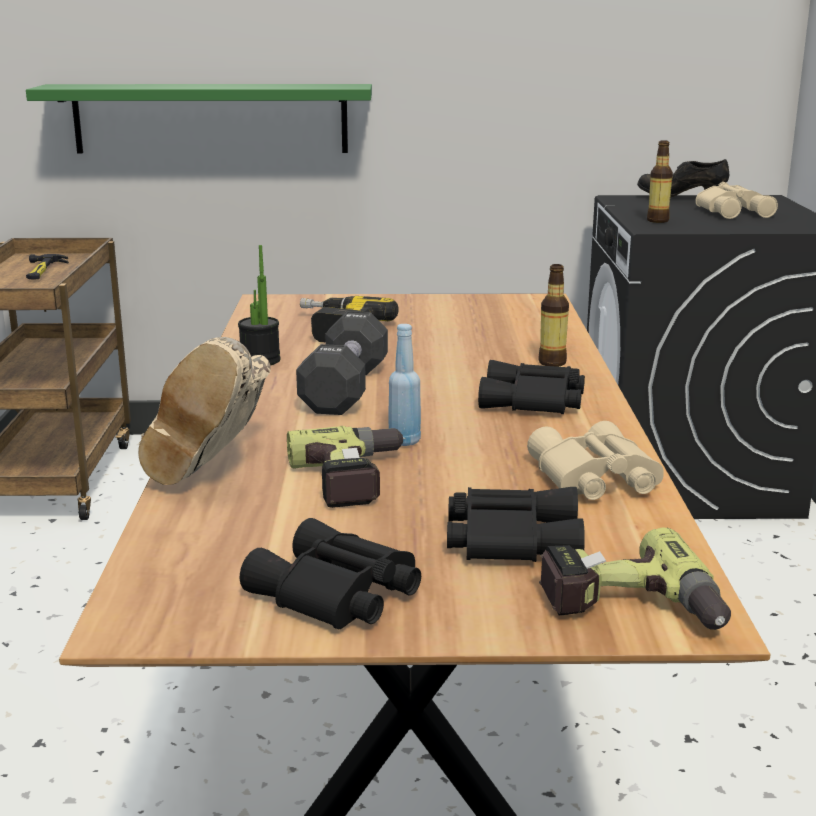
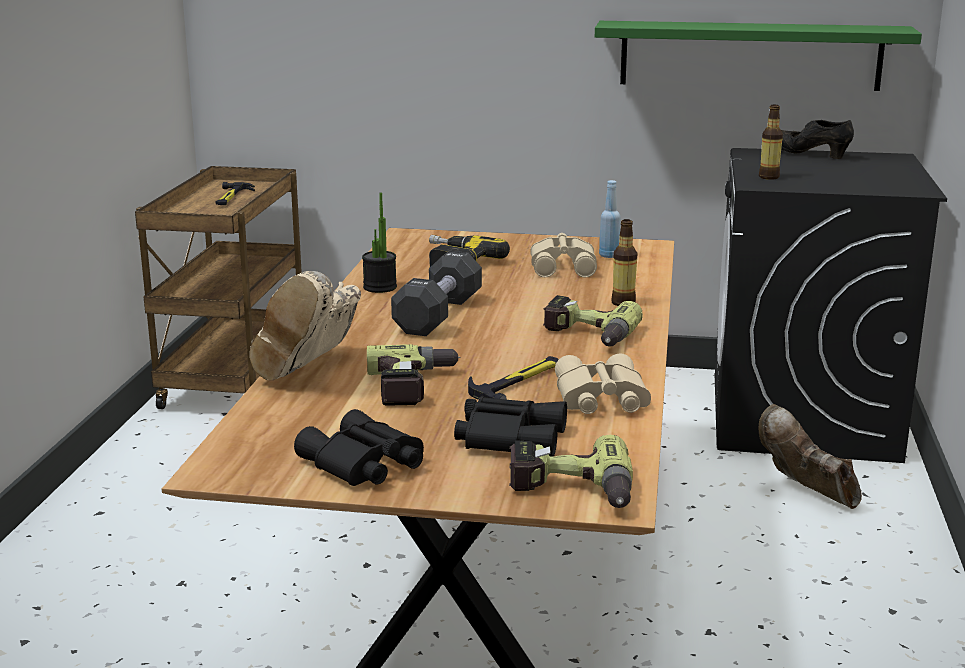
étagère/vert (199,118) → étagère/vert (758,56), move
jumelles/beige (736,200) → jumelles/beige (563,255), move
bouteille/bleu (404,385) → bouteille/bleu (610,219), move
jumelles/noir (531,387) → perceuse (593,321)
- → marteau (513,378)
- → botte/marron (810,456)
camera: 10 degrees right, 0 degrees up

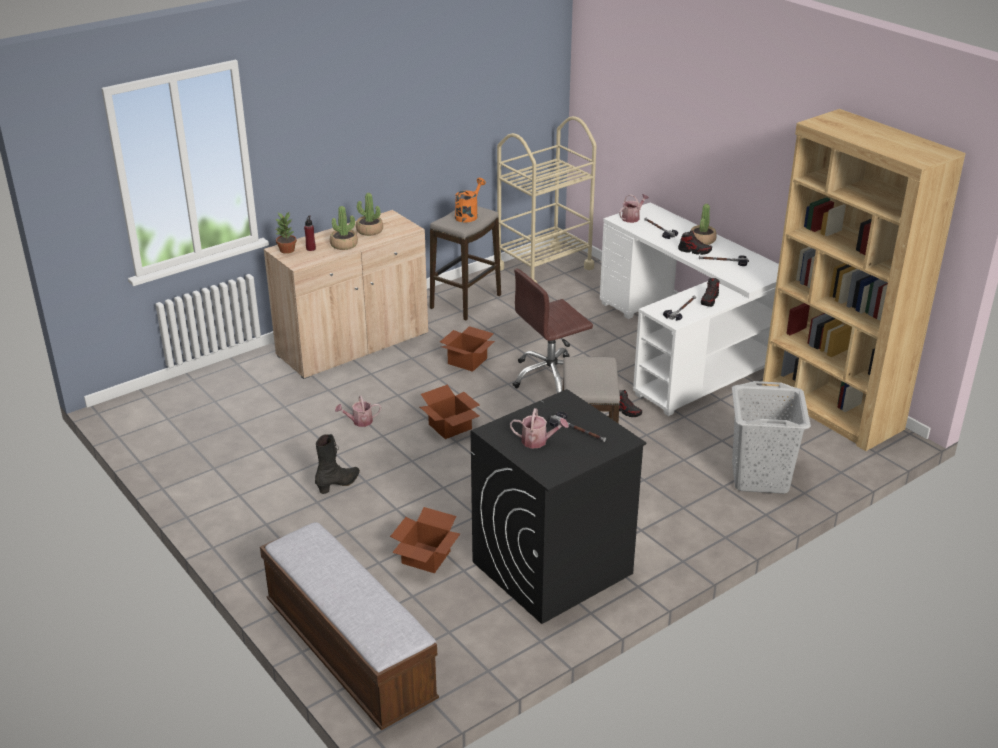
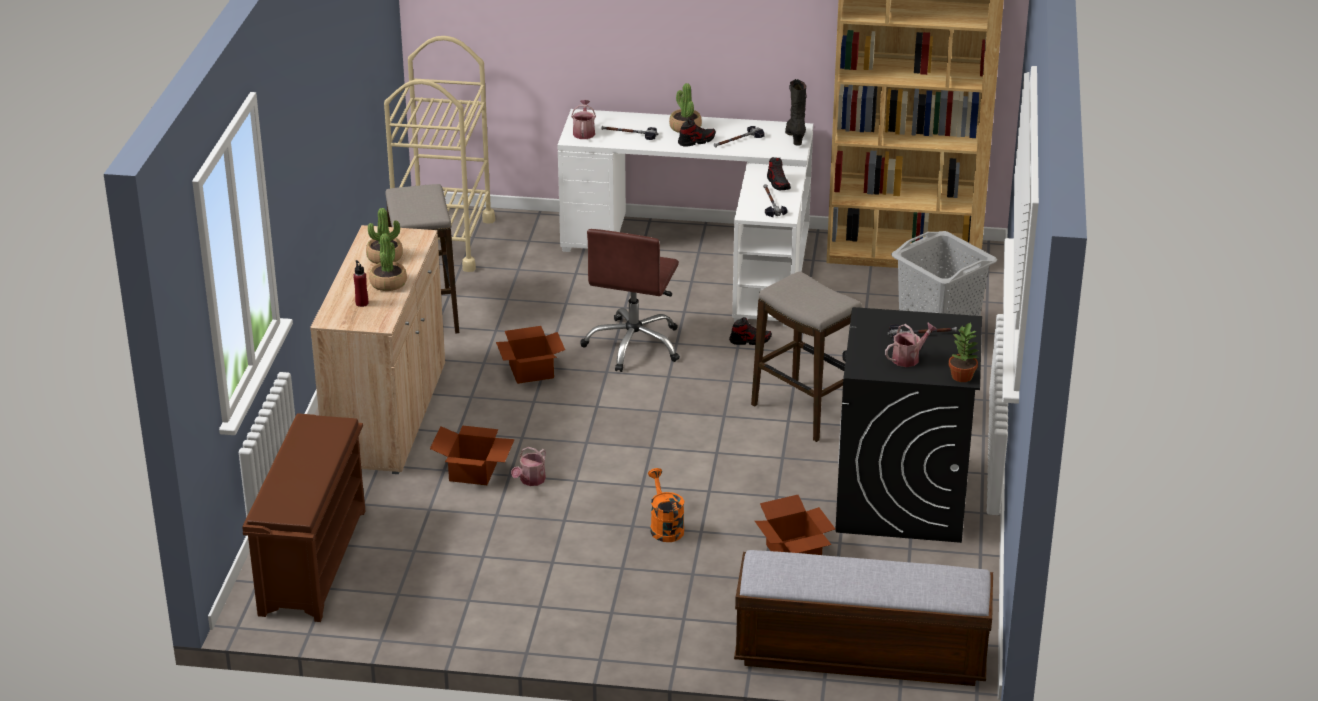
arrosoir/orange (470,200) → arrosoir/orange (666,505), move
plante en pot (286,233) → plante en pot (963,352), move
carton (450,412) → carton (472,455), move
botte/noir (337,464) → botte/noir (796,112), move
- → étagère à chaussures/marron (303,517)
camera: 45 degrees left, 0 degrees up

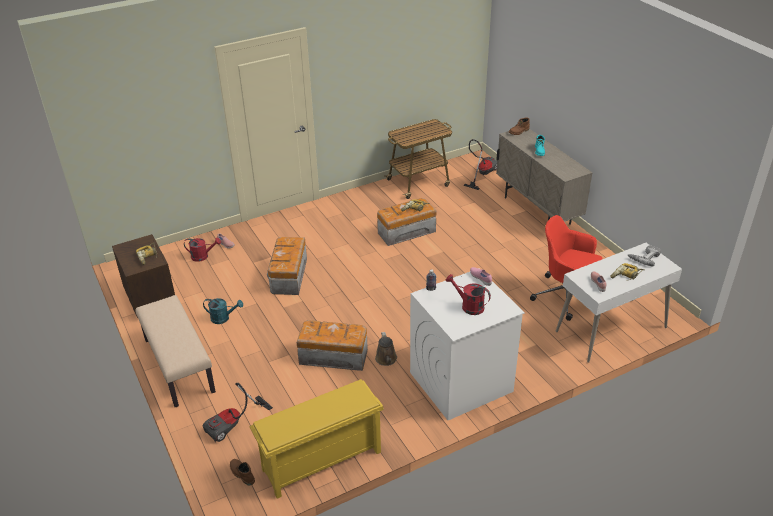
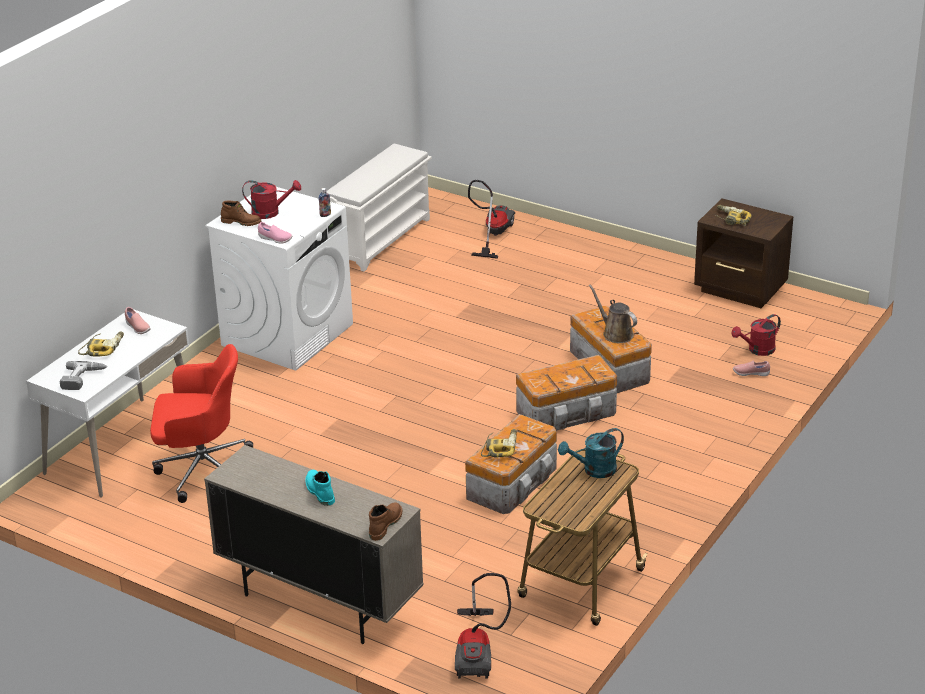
banc/beige (175,351) → -
arrosoir/turquoise (223,311) → arrosoir/turquoise (591,453), move
boîte de rangement (332,345) → boîte de rangement (566,393), move
arrosoir/marron (386,349) → arrosoir/marron (613,314), move
étagère à chaussures/jaune (317,439) → étagère à chaussures/blanc (379,208)
botte/marron (242,472) → botte/marron (241,213), move
camera: 150 degrees right, 5 degrees down

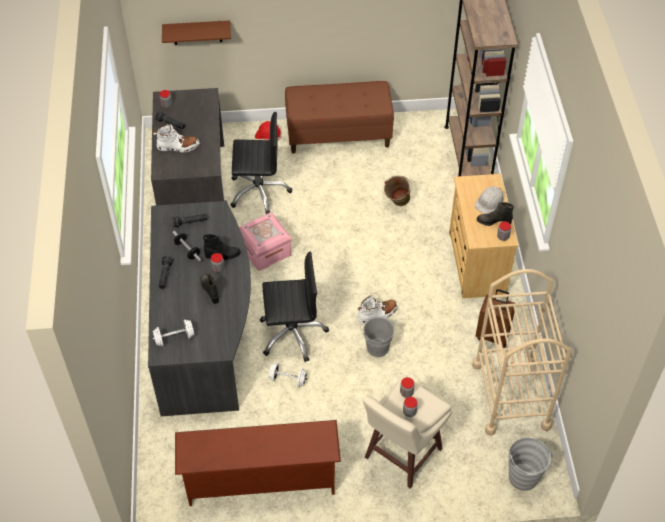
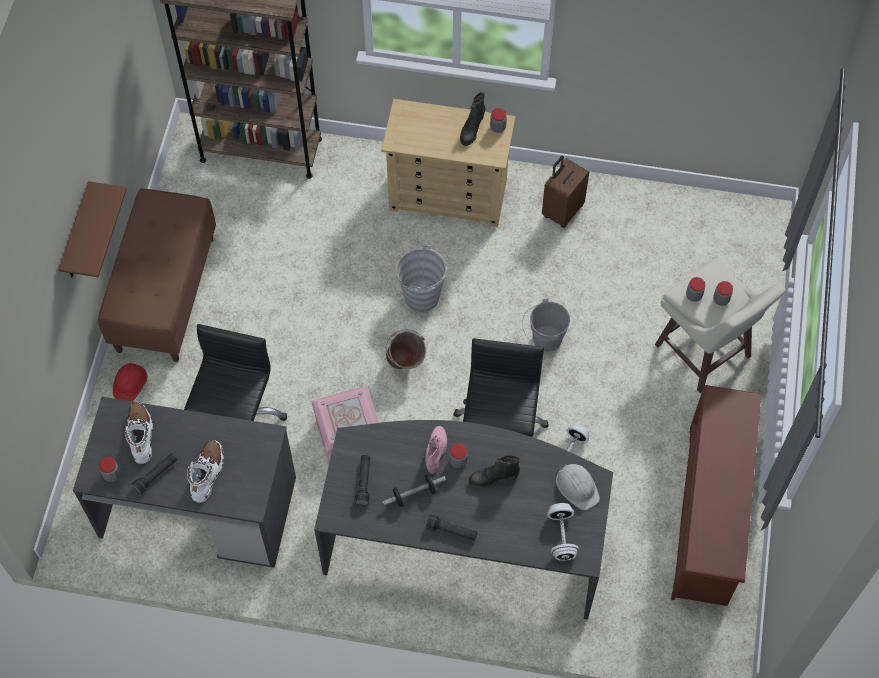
étagère/marron (196,32) → étagère/marron (92,229), move
seau/vert (398,191) → seau/vert (406,349), move
casque de chantier/blanc (489,200) → casque de chantier/blanc (578,487), move
botte/noir (221,247) → botte/rose (436,450)
chariot/beige (522,352) → -
botte/blanc (377,310) → botte/blanc (138,433), move
seau/gris (530,464) → seau/gris (422,279), move
camera: 75 degrees left, 10 degrees up

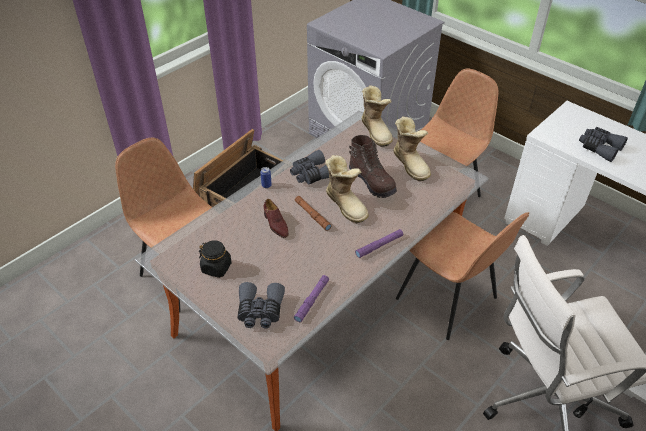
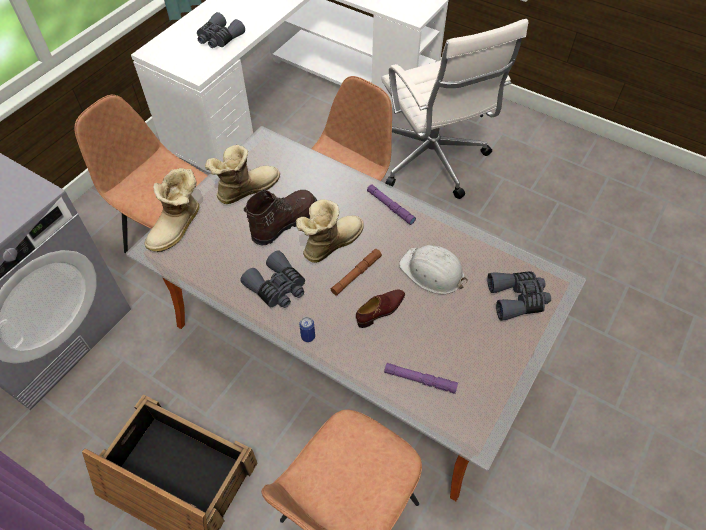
botte (377,116) → botte (171,210), 150 degrees clockwise
bocal/noir (215,259) → -
lampe de poche/violet (311,298) → lampe de poche/violet (421,378), move
- → casque de chantier/blanc (433,269)
camera: 100 degrees left, 10 degrees up

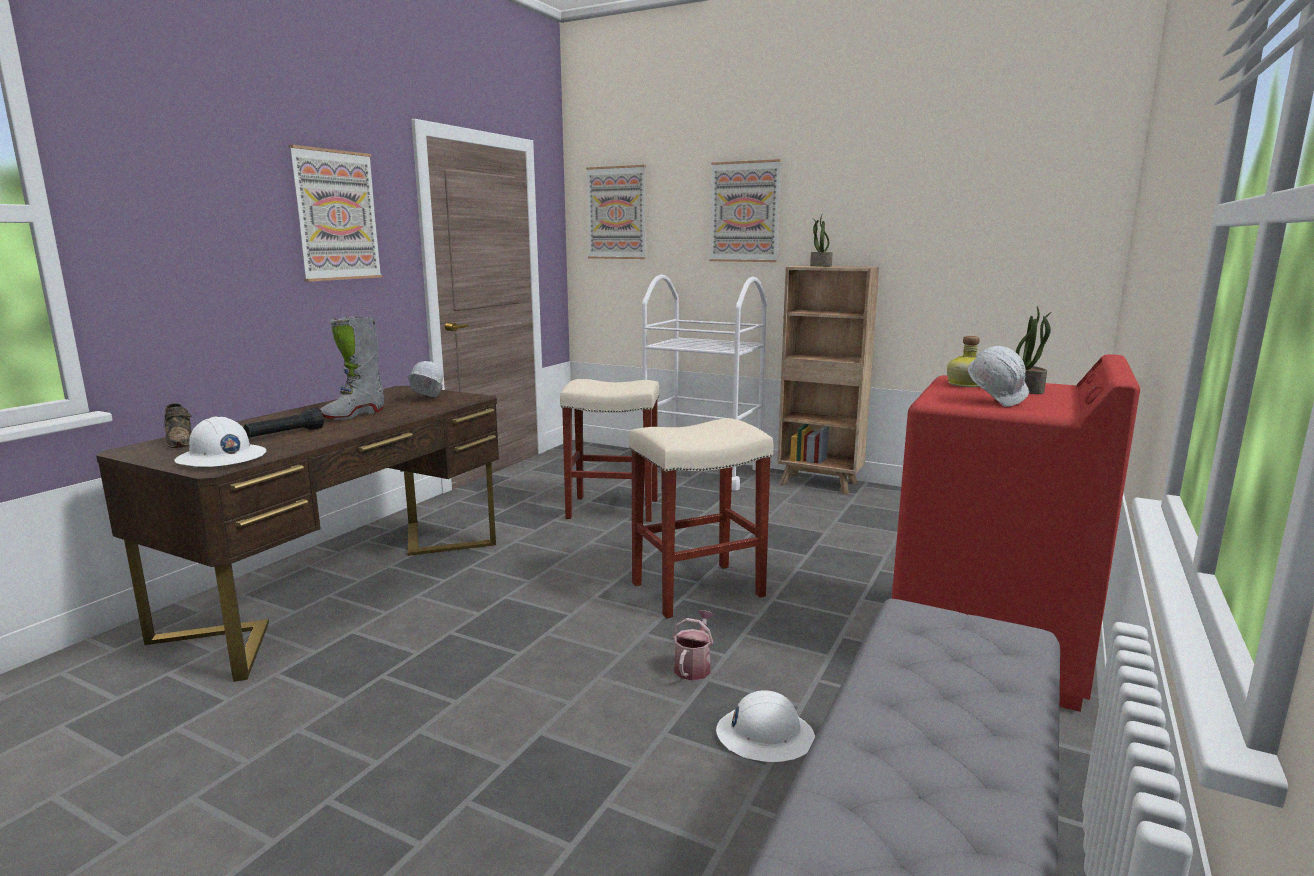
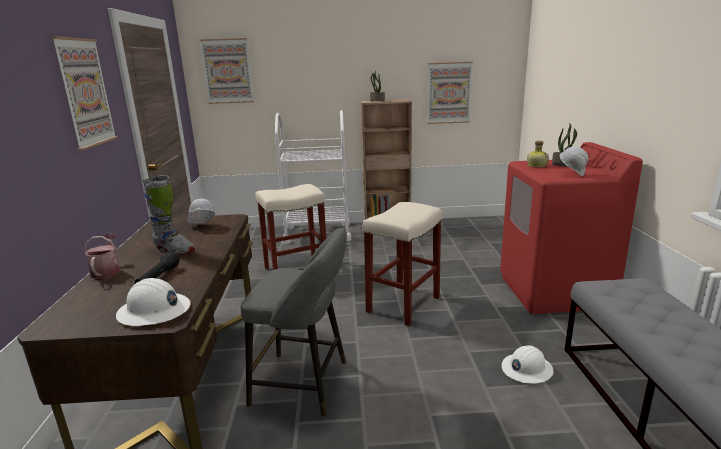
tableau (745,210) → tableau (450,93), move
botte/gris (352,368) → botte/gris (169,215), 60 degrees counterclockwise
chaussure/marron (177,425) → -
arrosoir (693,645) → arrosoir (102,256), move
- → tabouret/gris (293,322)
camera: 30 degrees left, 5 degrees up

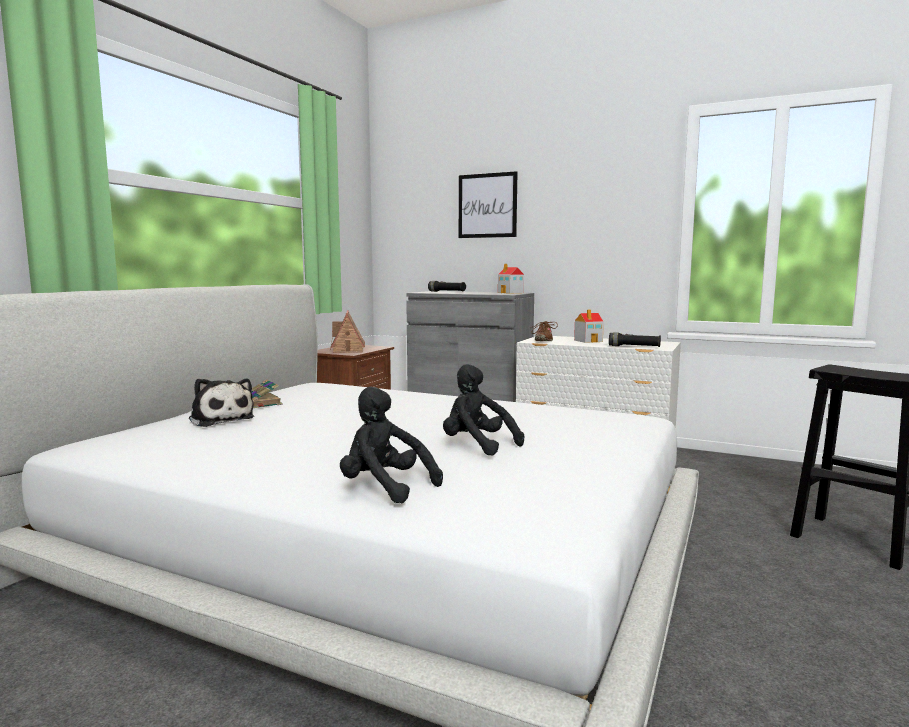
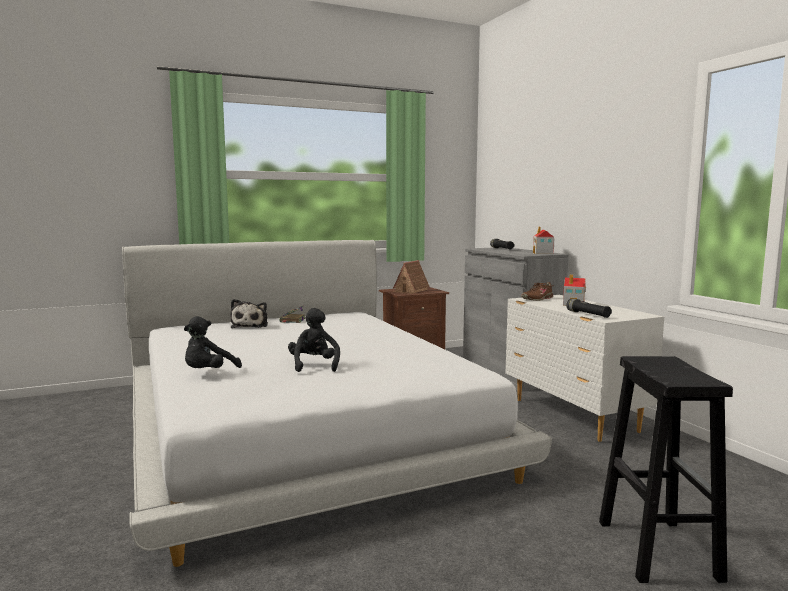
tableau (488,204) → -
peluche/noir (391,445) → peluche/noir (213,342), 135 degrees counterclockwise
camera: 40 degrees right, 0 degrees up

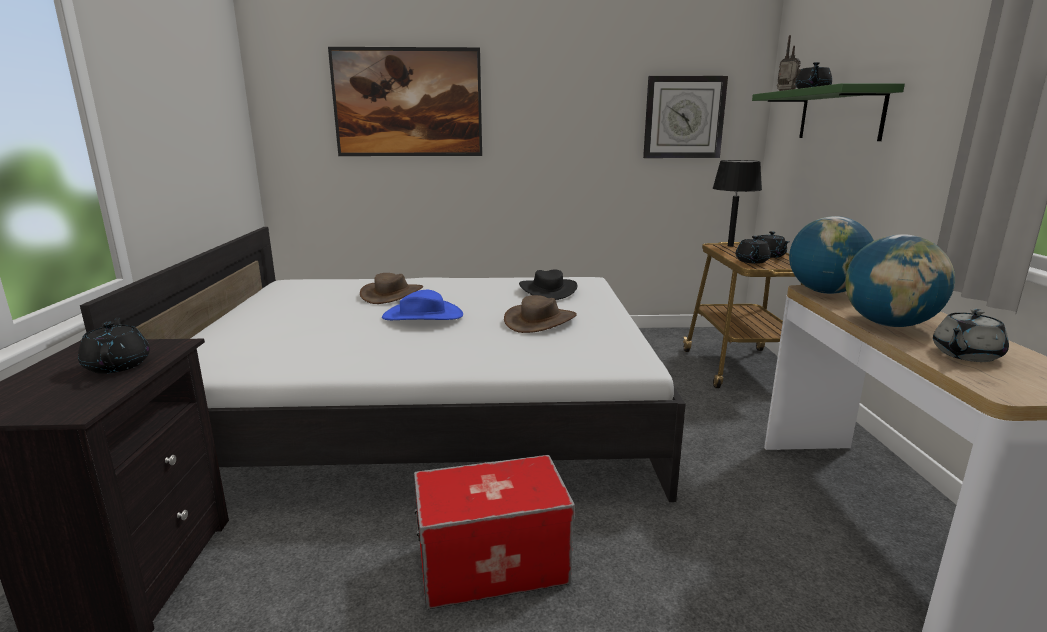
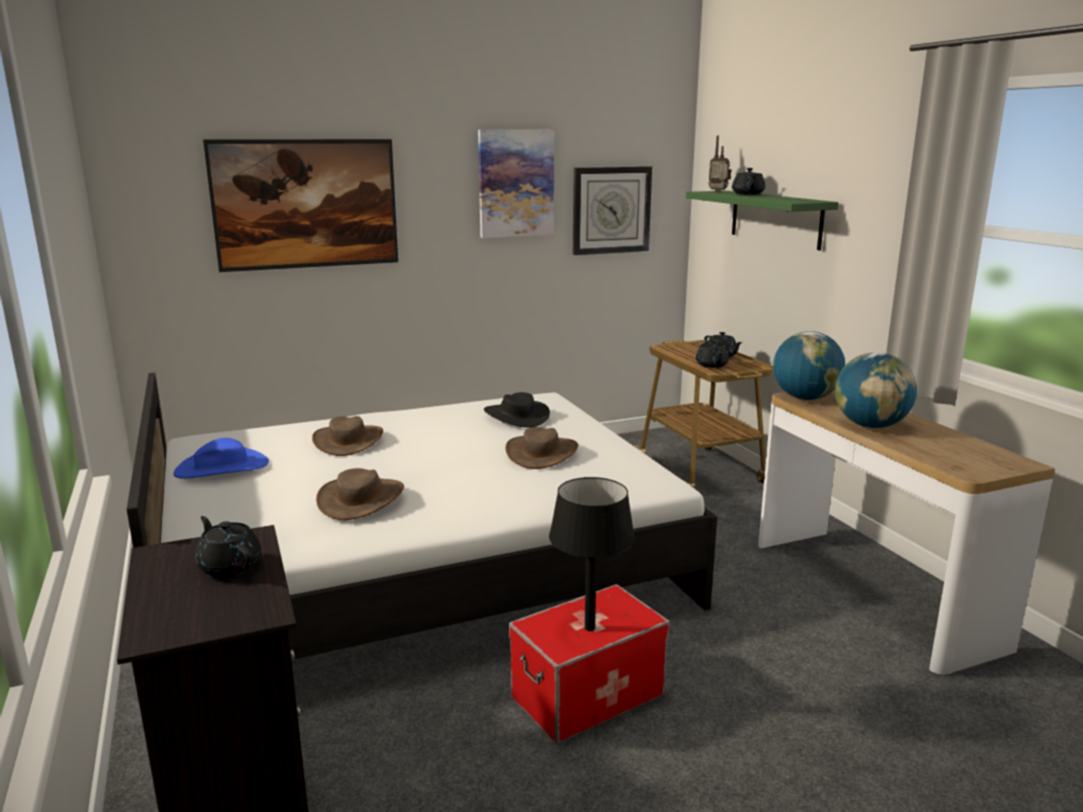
lampe de table/noir (737,203) → lampe de table/noir (592,554), move
chapeau/bleu (422,305) → chapeau/bleu (221,458), move
théière/gris (971,335) → -
- → tableau (516,184)
- → chapeau/marron (360,494)
camera: 20 degrees left, 0 degrees up

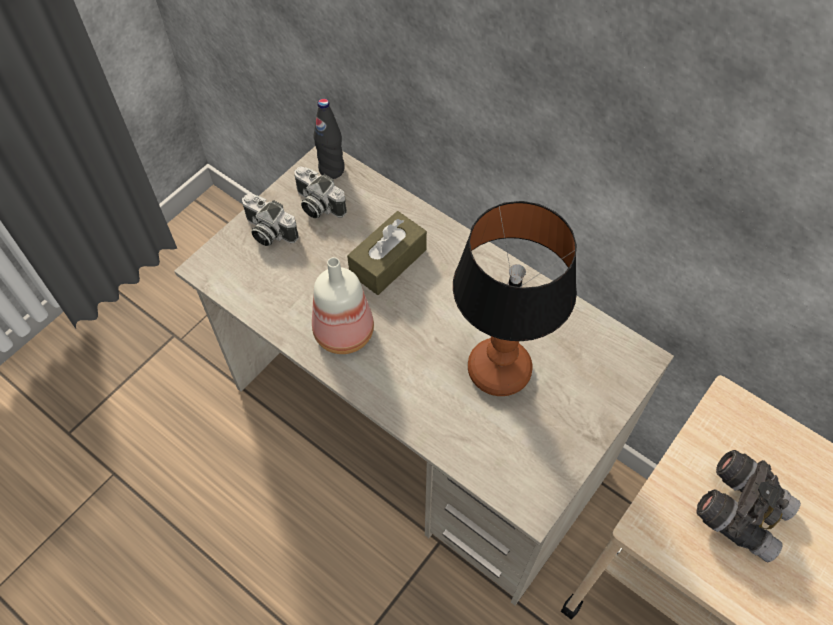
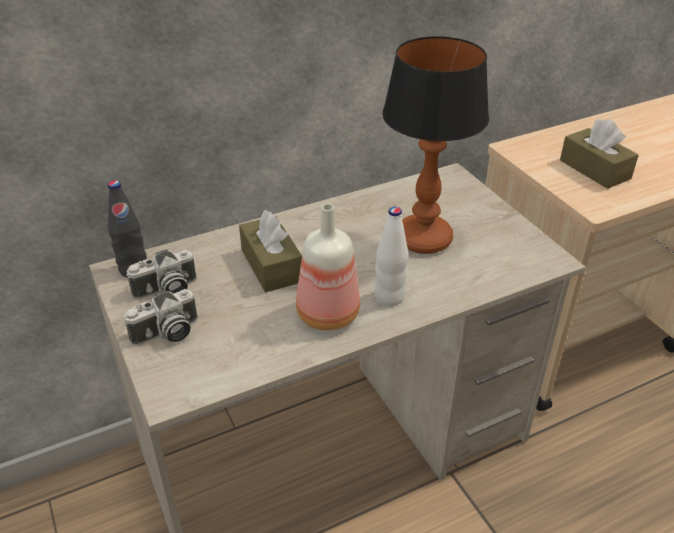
jumelles/gris (748,506) → boîte à mouchoirs/marron (599,154)
- → bouteille/blanc (392,256)
camera: 65 degrees left, 20 degrees down

